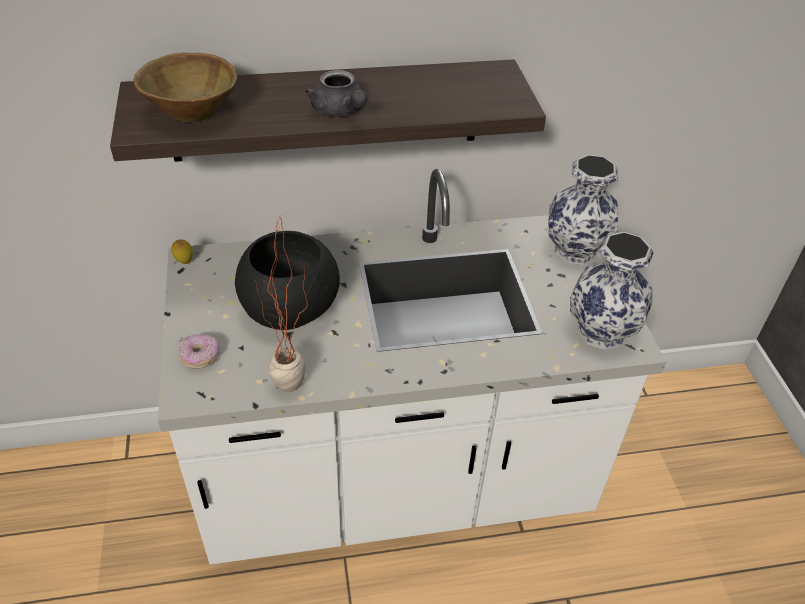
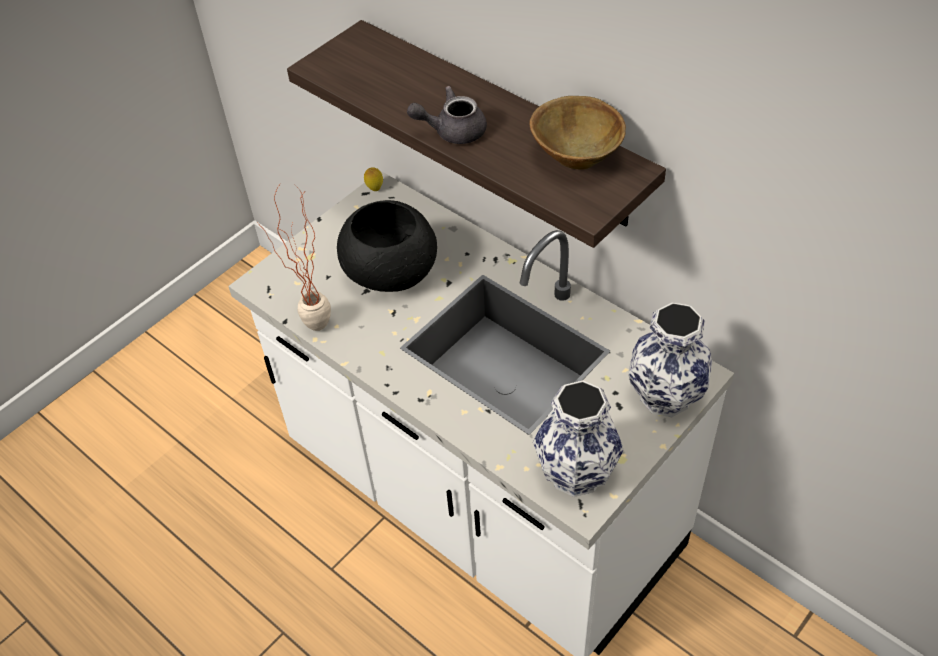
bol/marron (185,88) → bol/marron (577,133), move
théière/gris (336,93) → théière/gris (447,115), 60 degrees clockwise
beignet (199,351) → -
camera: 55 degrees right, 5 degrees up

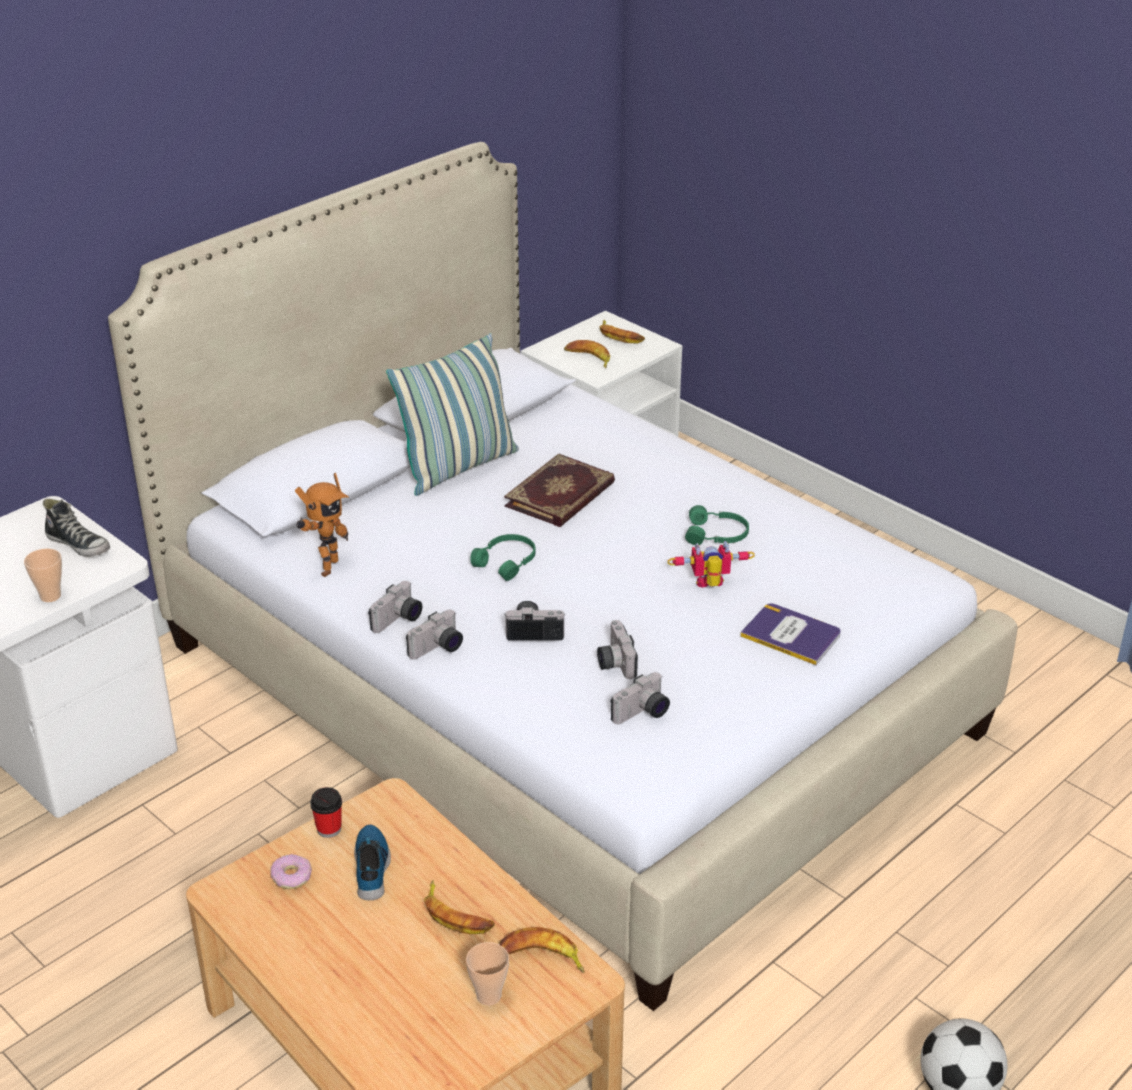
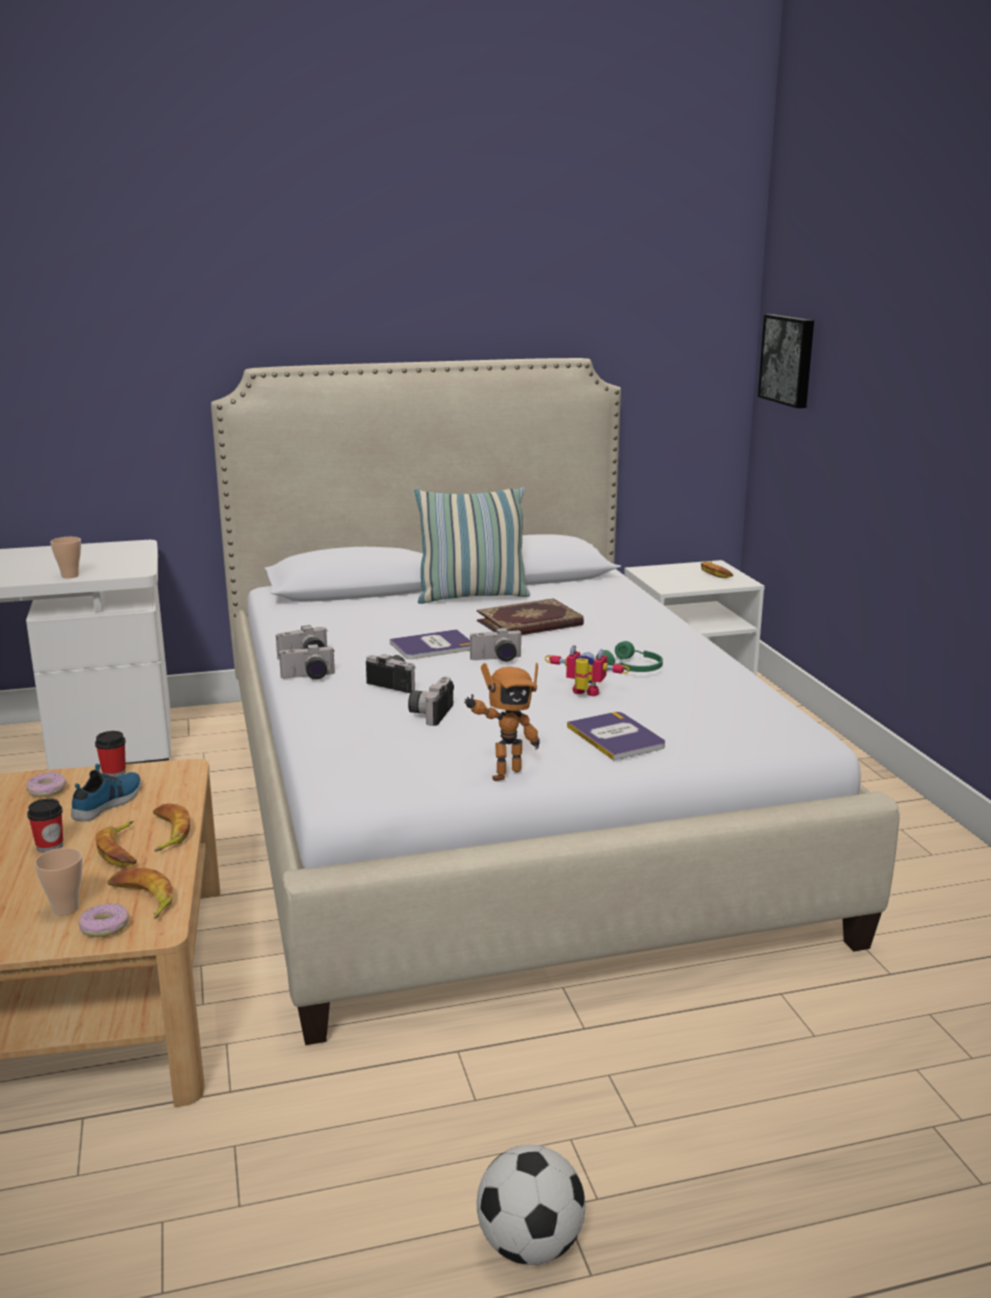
banane (587,354) → banane (171,828), move
robot jouet (322,525) → robot jouet (502,722), move
chaussure (76,528) → -
casque audio/vert (502,557) → livre (430,644)
appareil photo (640,698) → appareil photo (496,645), move
- → tableau (786,361)
- → tasse (45,825)
- → beignet (103,920)
camera: 30 degrees right, 15 degrees down

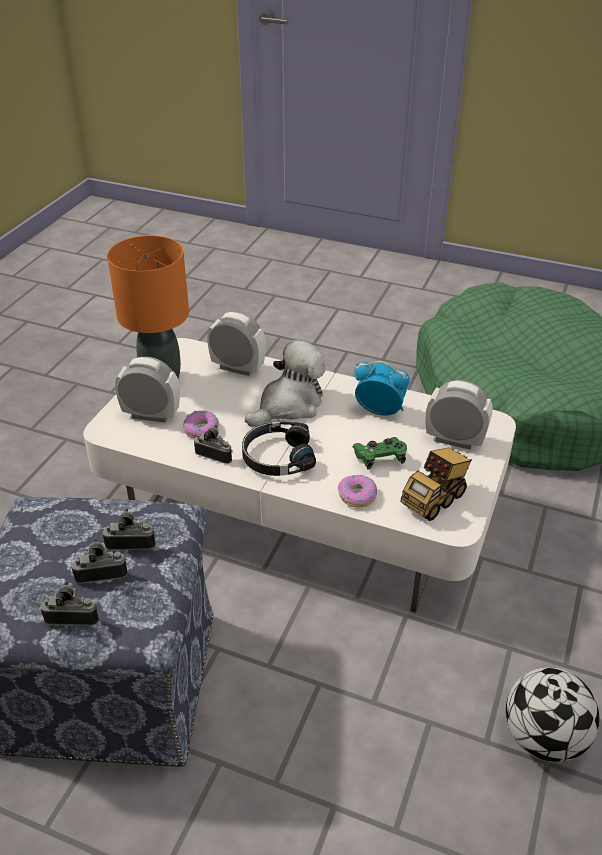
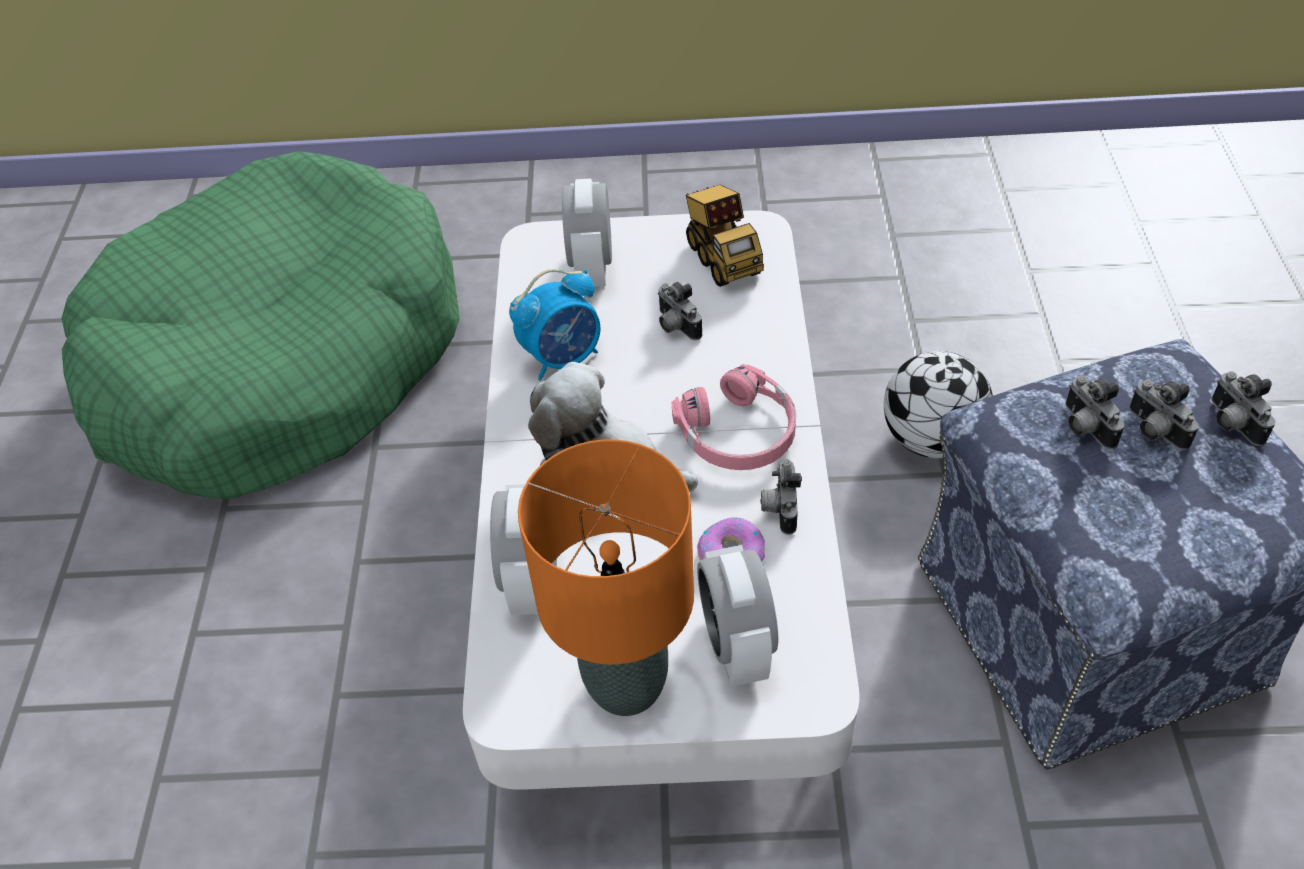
réveil (382,388) → réveil (555,325), 120 degrees counterclockwise
casque audio/noir (279,449) → casque audio/rose (734,417)
manette/vert (379,453) → appareil photo (680,311)
camion jouet (436,484) → camion jouet (725,236), 45 degrees clockwise
beignet (357,491) → -
ballon de foot (552,714) → ballon de foot (938,405), move
camera: 110 degrees left, 10 degrees up

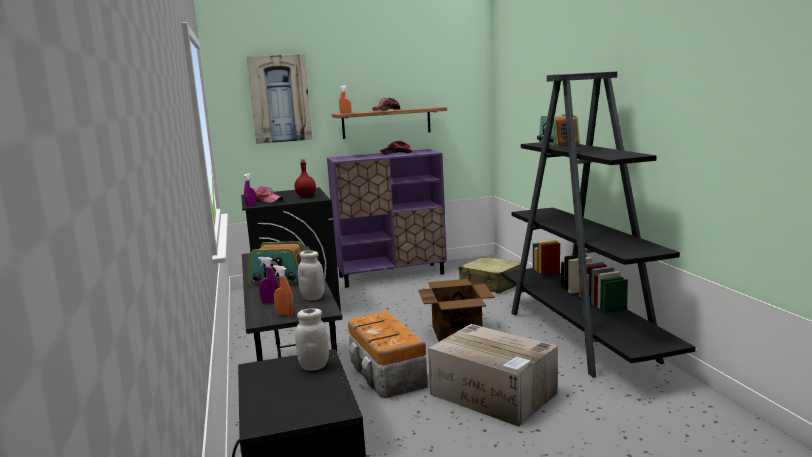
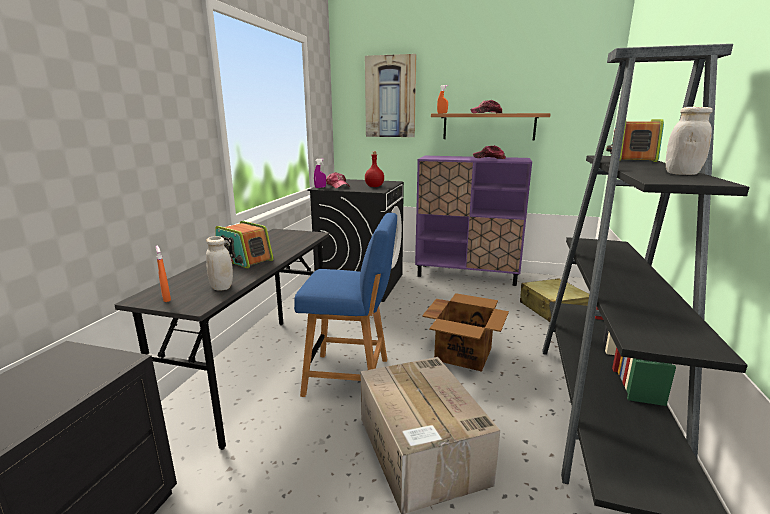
vaporisateur/violet (268,280) → -
bocal/blanc (312,339) → bocal/blanc (689,141), move
boîte de rangement (388,354) → chaise/bleu (345,305)
camera: 30 degrees right, 5 degrees up

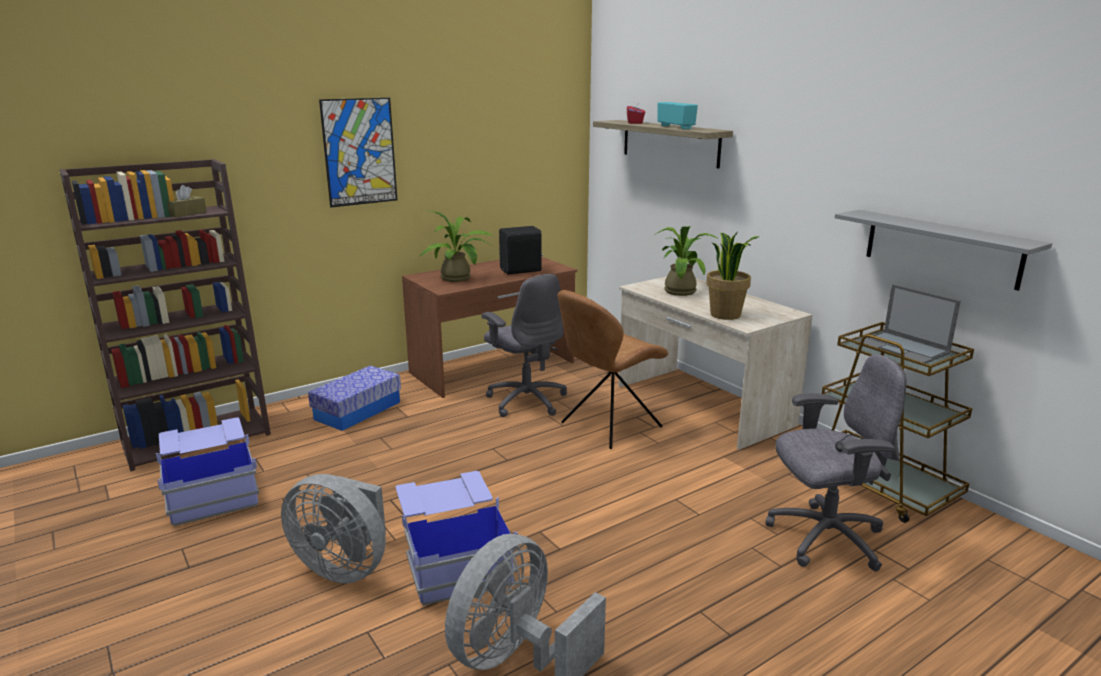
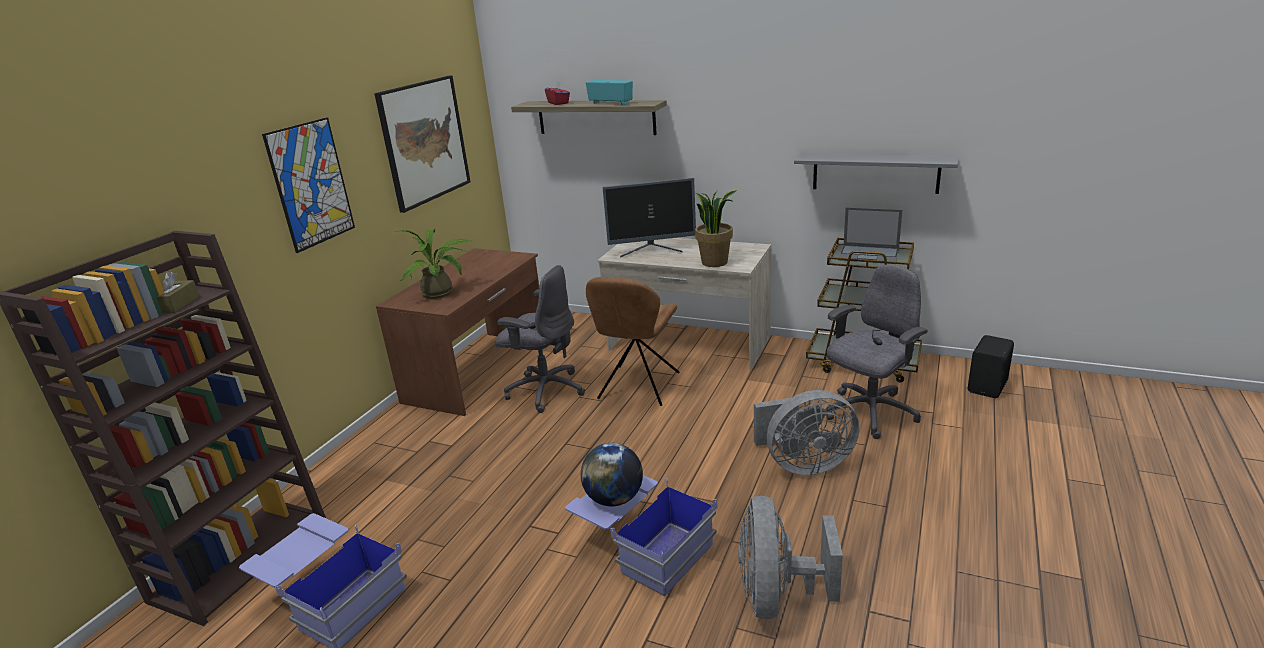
enceinte/noir (521,250) → enceinte/noir (991,366), move
plante en pot (686,261) → écran d'ordinateur (649,218)
boîte de rangement (354,398) → -
ventilateur/gris (333,528) → ventilateur/gris (806,432), move
- → tableau (422,144)
- → globe (612,474)
camera: 30 degrees left, 5 degrees up

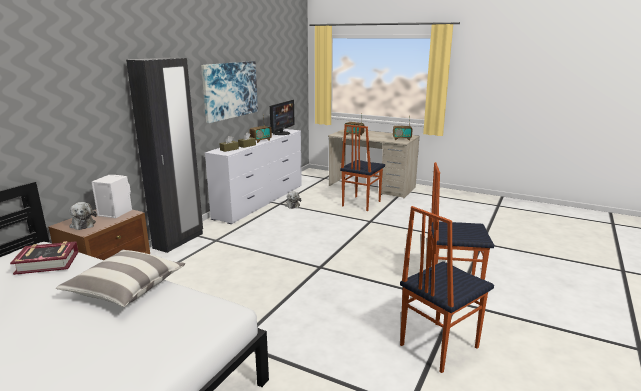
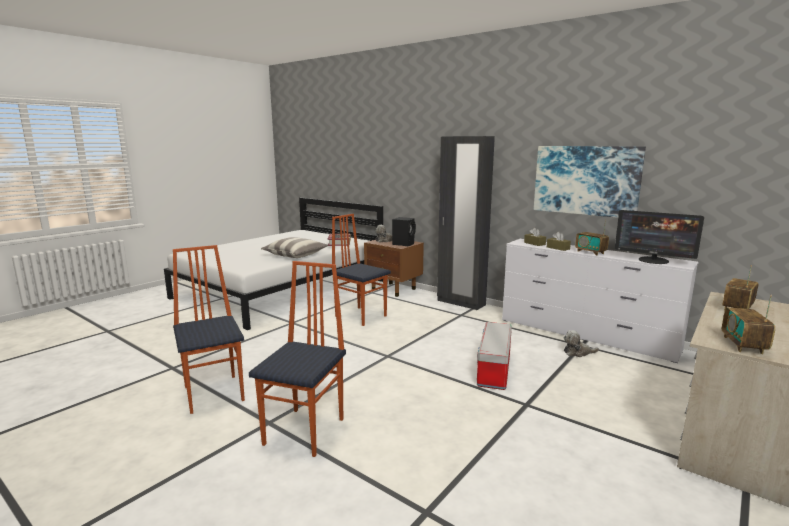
chaise (362,167) → chaise (361,270), move
enceinte/blanc (111,196) → enceinte/noir (404,231)
- → boîte de rangement (494,356)
camera: 100 degrees right, 5 degrees down

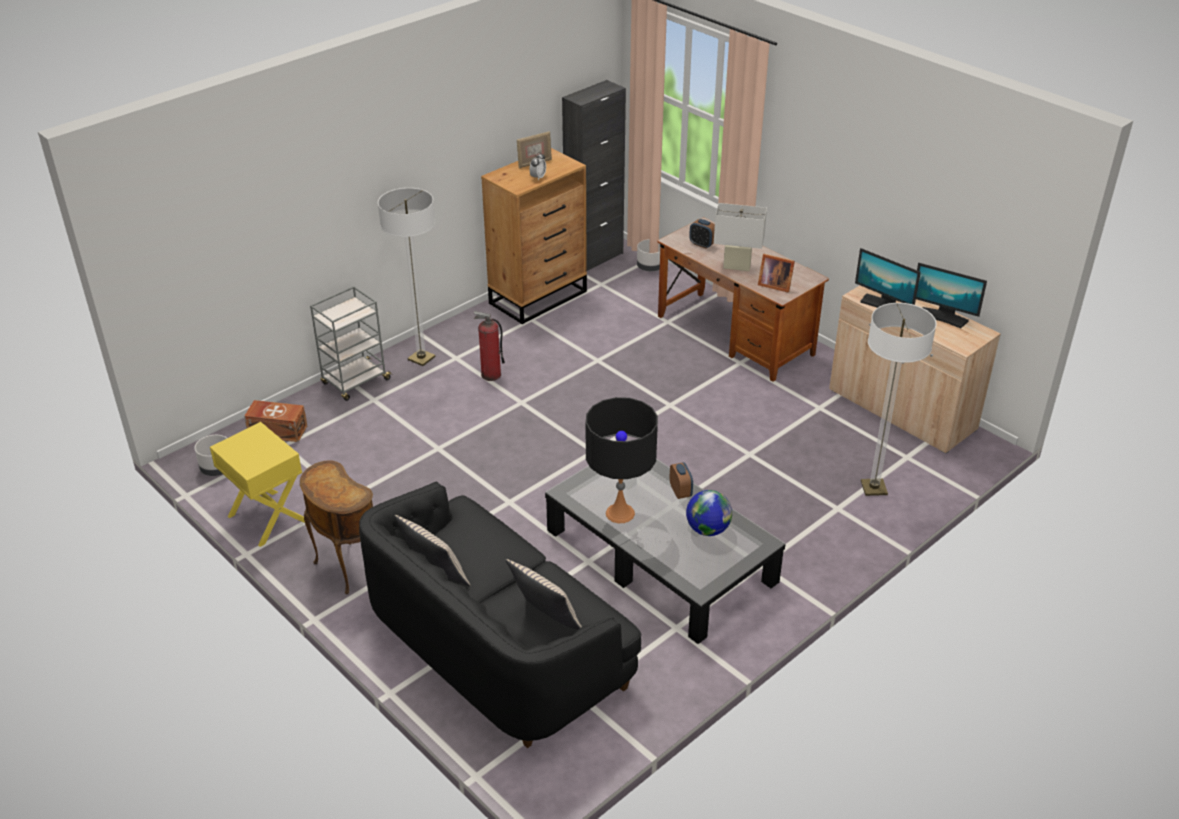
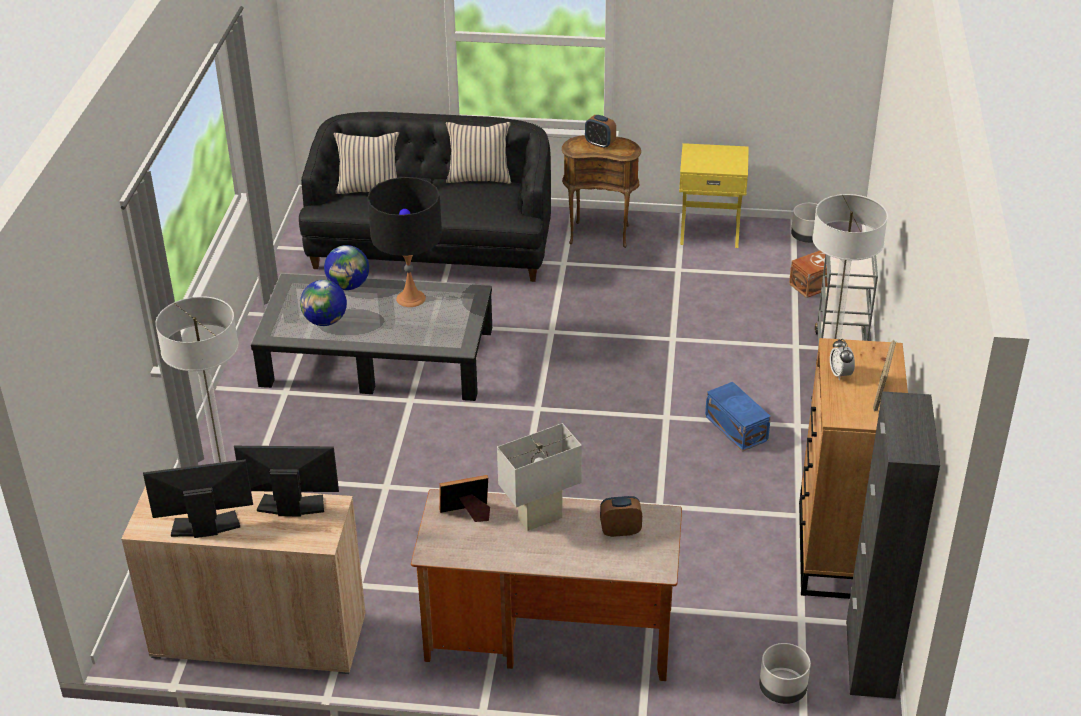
extincteur (489,346) → boîte de rangement/bleu (738,417)
réveil (681,480) → réveil (600,131), move
- → globe (346,267)
camera: 140 degrees right, 0 degrees up

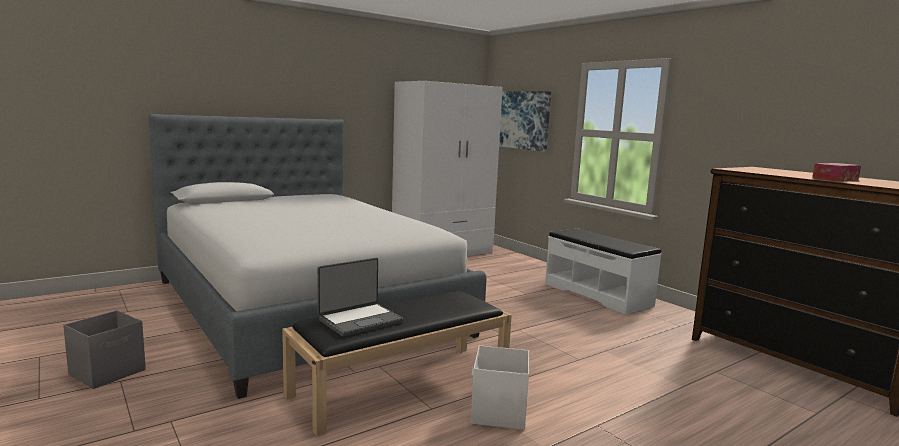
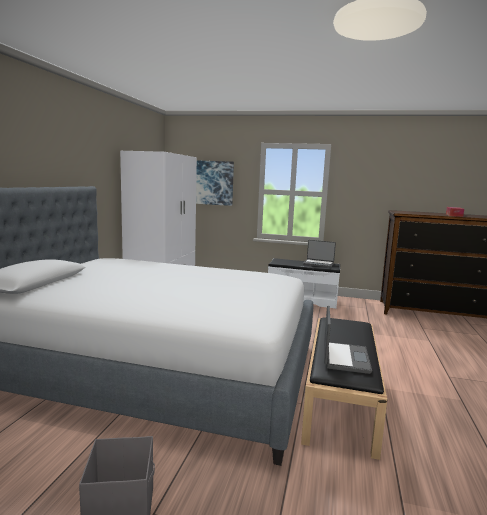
boîte de rangement/blanc (500,387) → -
- → ordinateur portable (319,254)
camera: 40 degrees left, 0 degrees up

